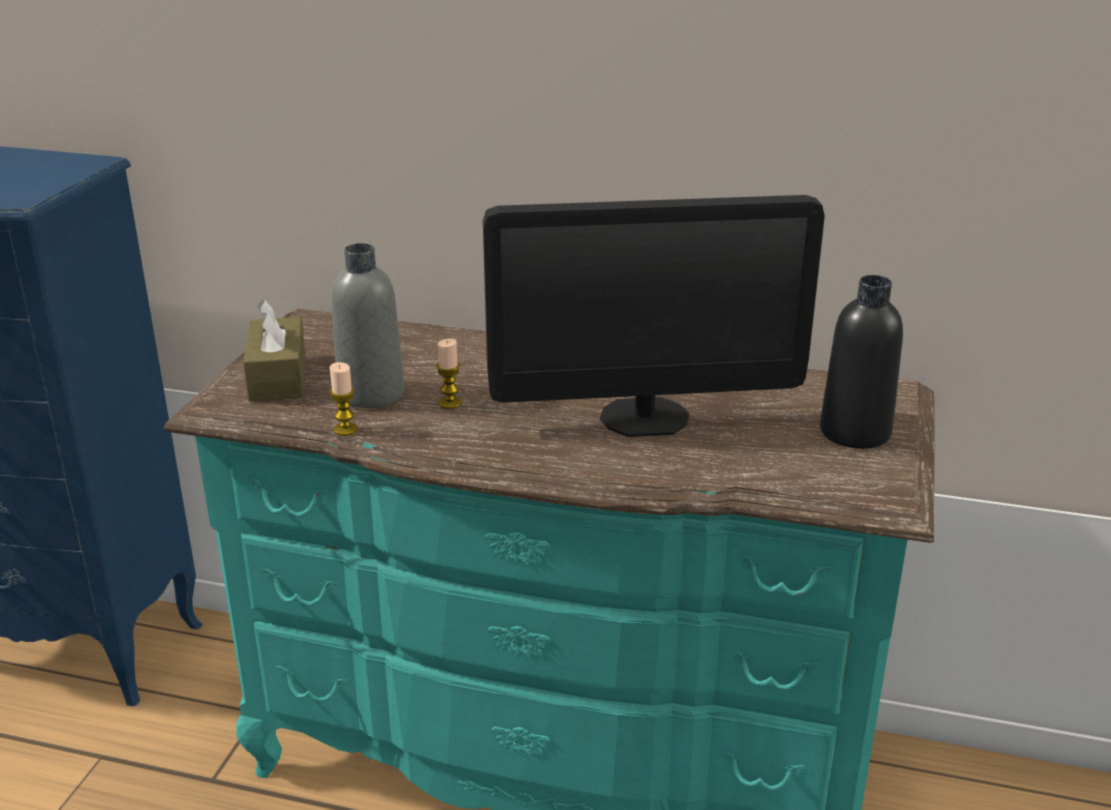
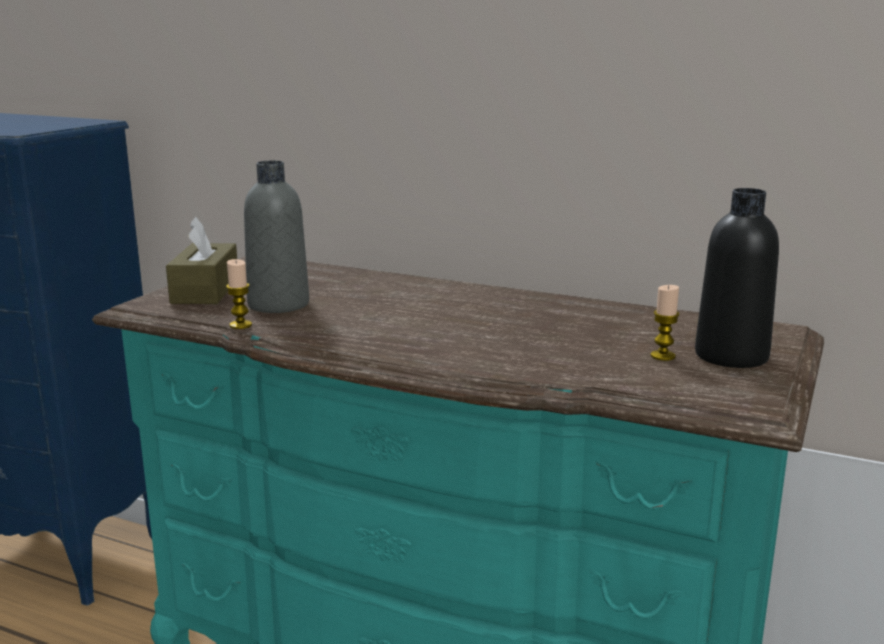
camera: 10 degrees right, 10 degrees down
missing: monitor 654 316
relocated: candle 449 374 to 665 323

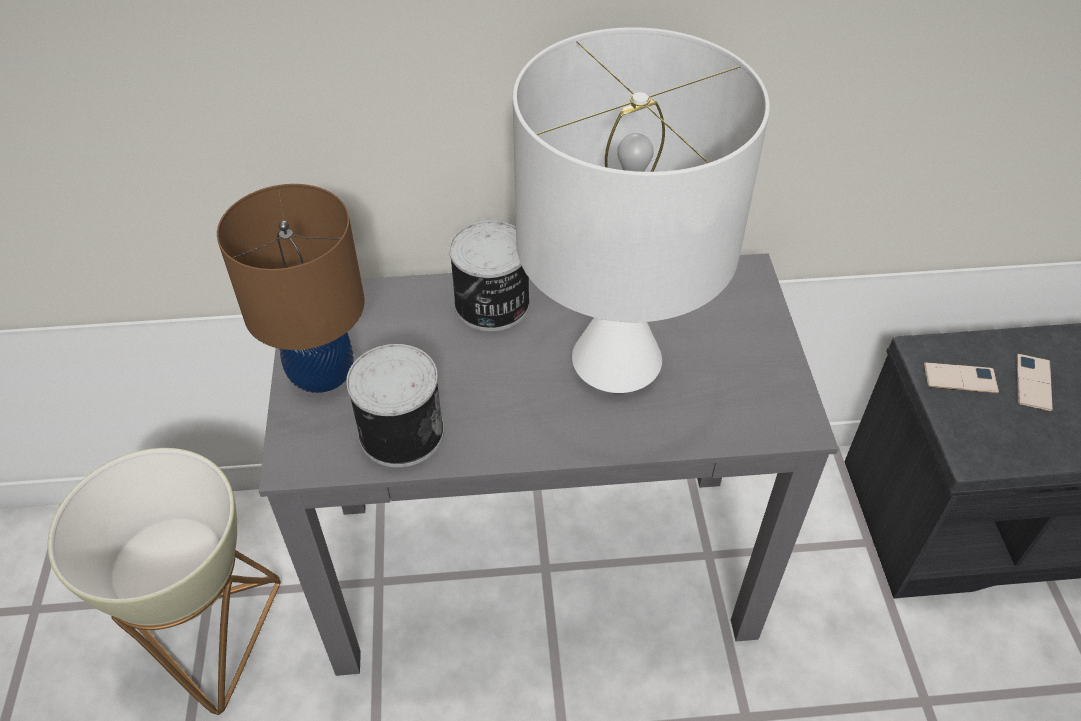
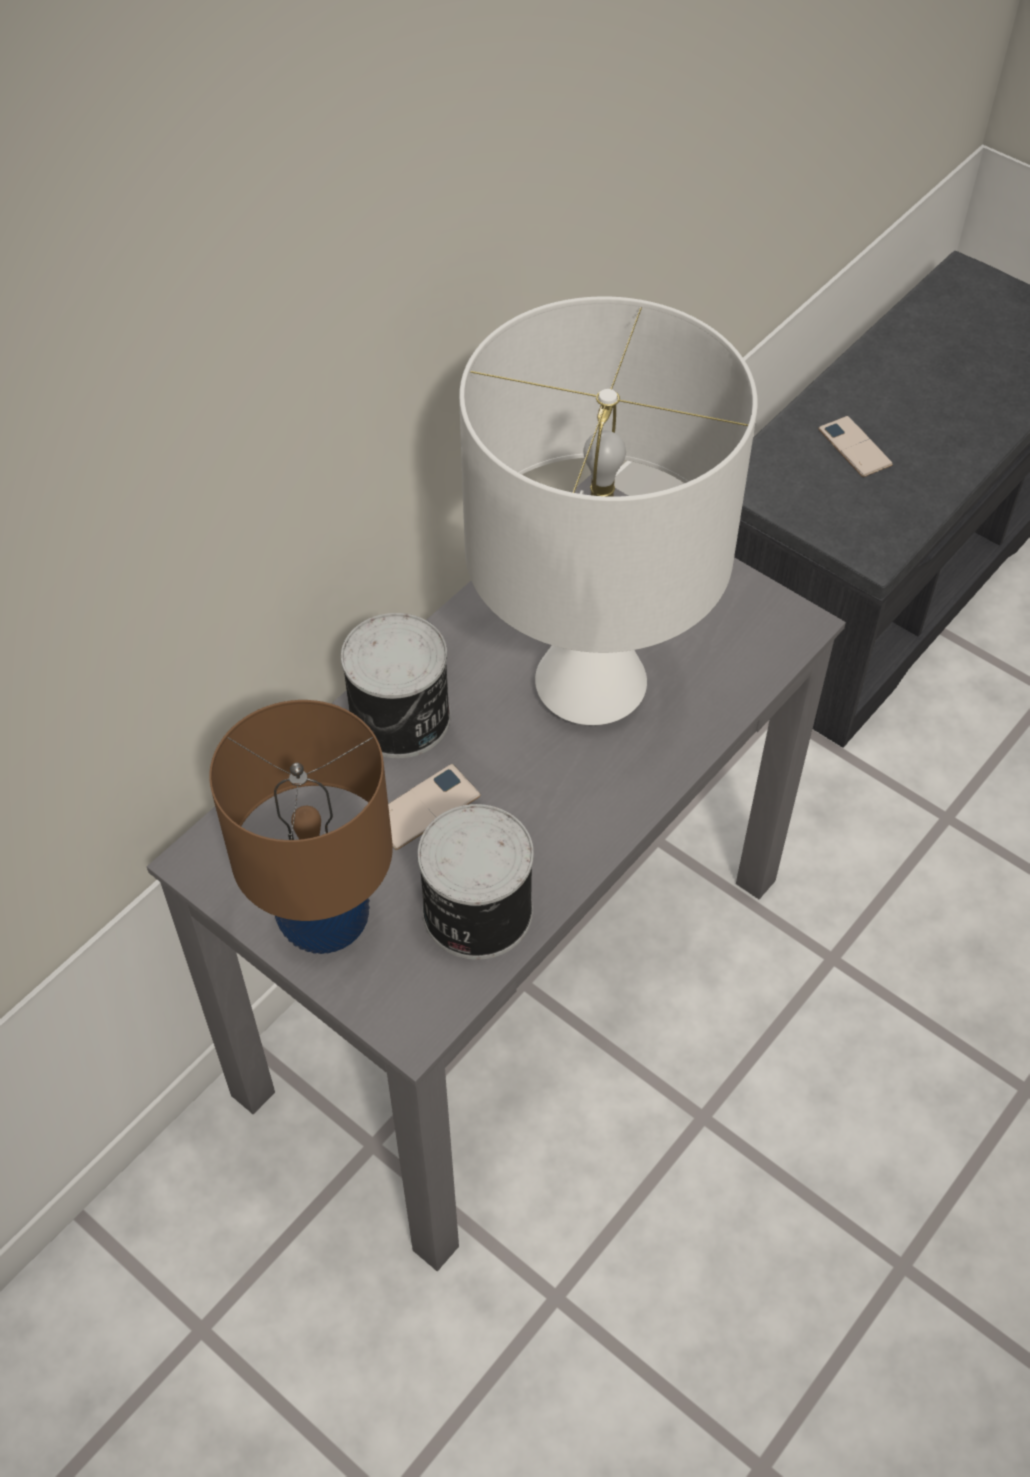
camera: 45 degrees left, 5 degrees up
missing: plant pot 164 581
relocated: handset 961 377 to 434 807

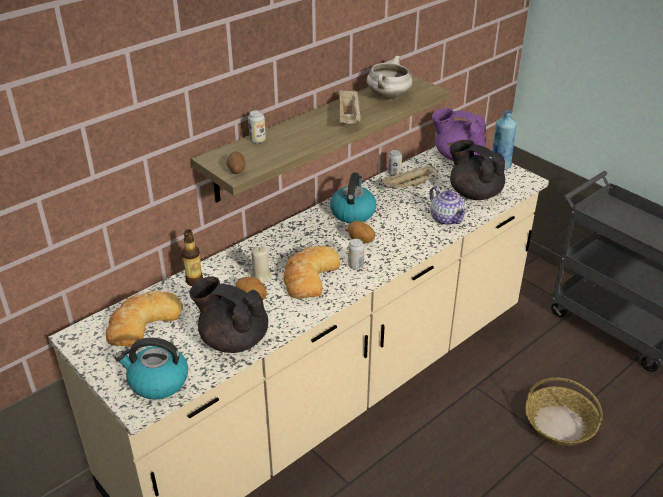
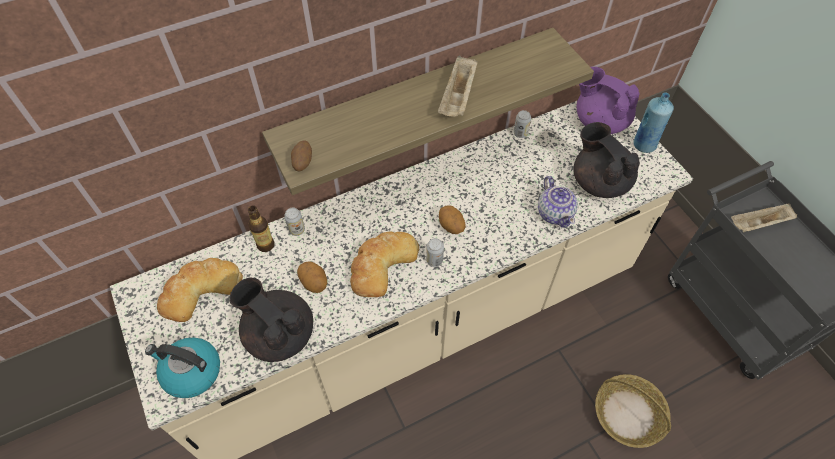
camera: 15 degrees right, 20 degrees up
missing: sand-coloured candle 261 265; water kettle 353 197; white stockpot 389 77
relocated: metal can 257 126 to 294 222; sand-coloured carrying tray 410 176 to 764 218

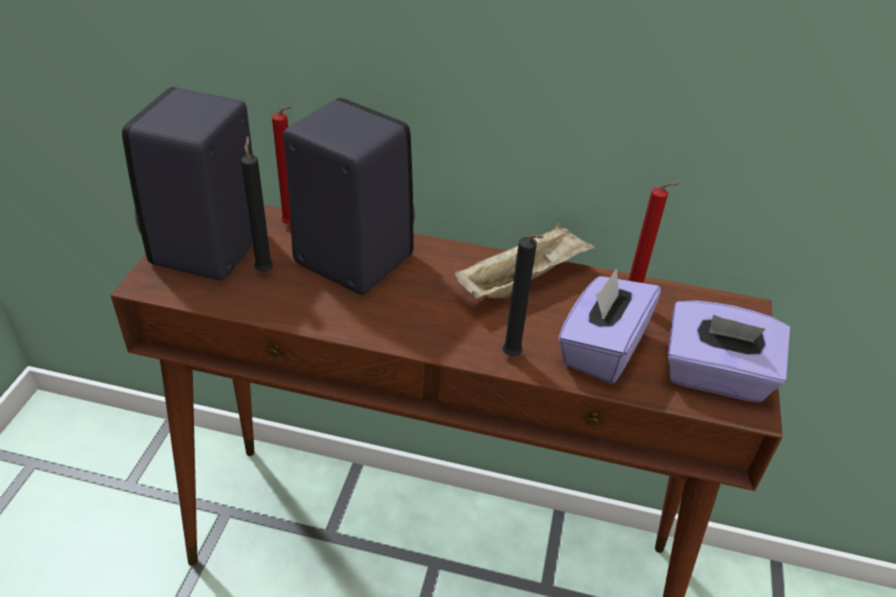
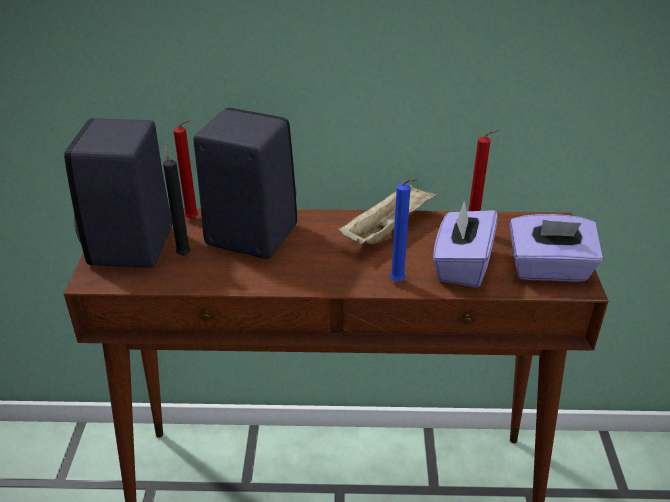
camera: 10 degrees left, 5 degrees down
colour: blackish candle 523 295 to blue candle 403 230

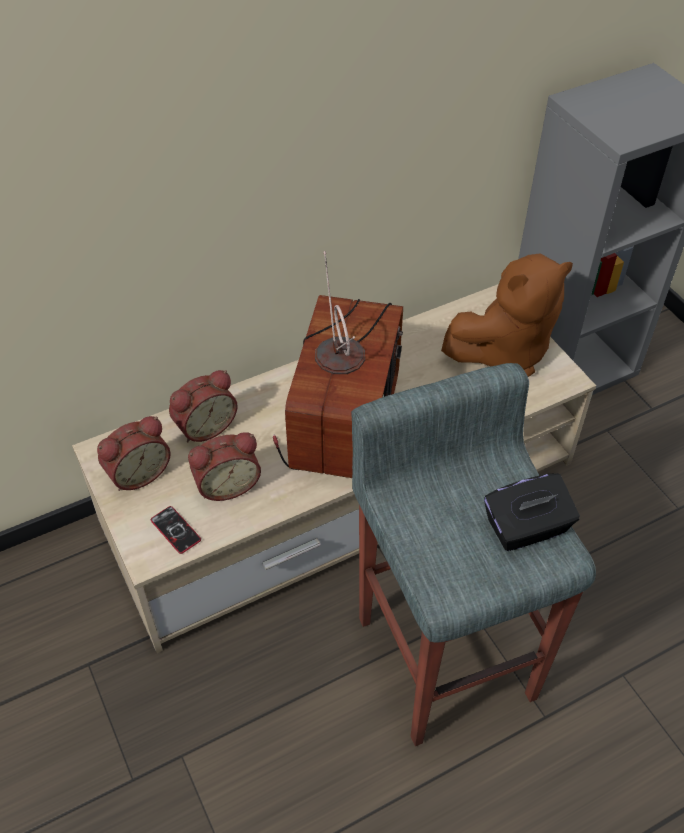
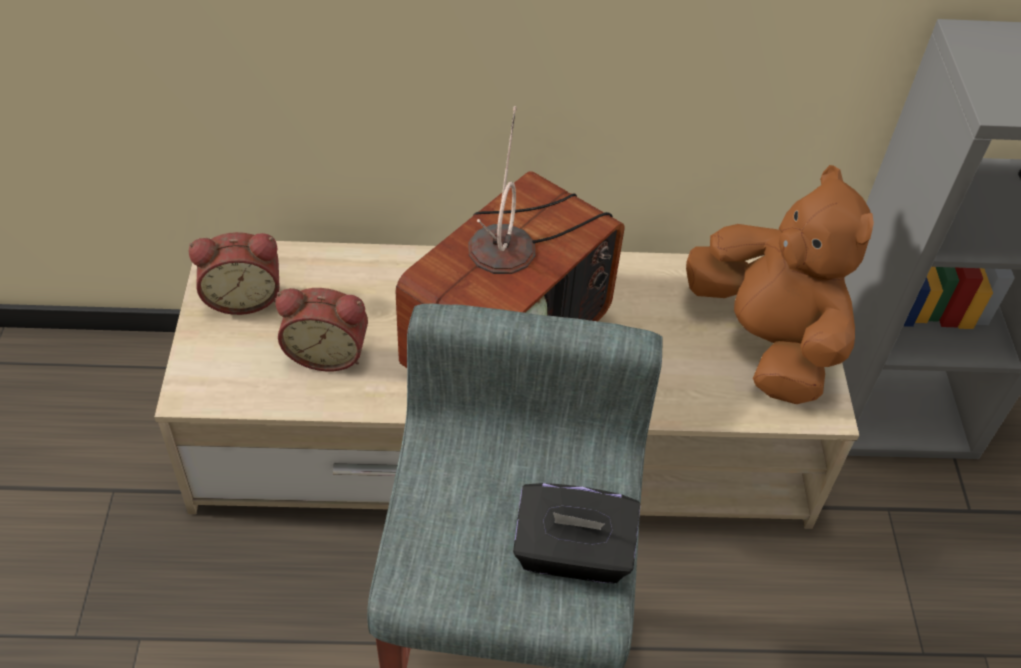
camera: 25 degrees right, 0 degrees up
missing: handset 176 530; table clock 203 406
spun: brown plush toy 507 315 = 780 284 120 degrees counterclockwise

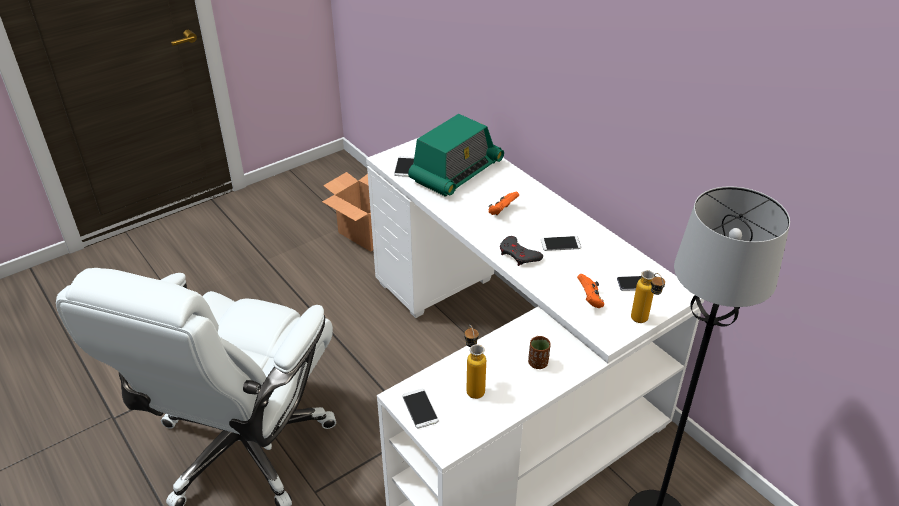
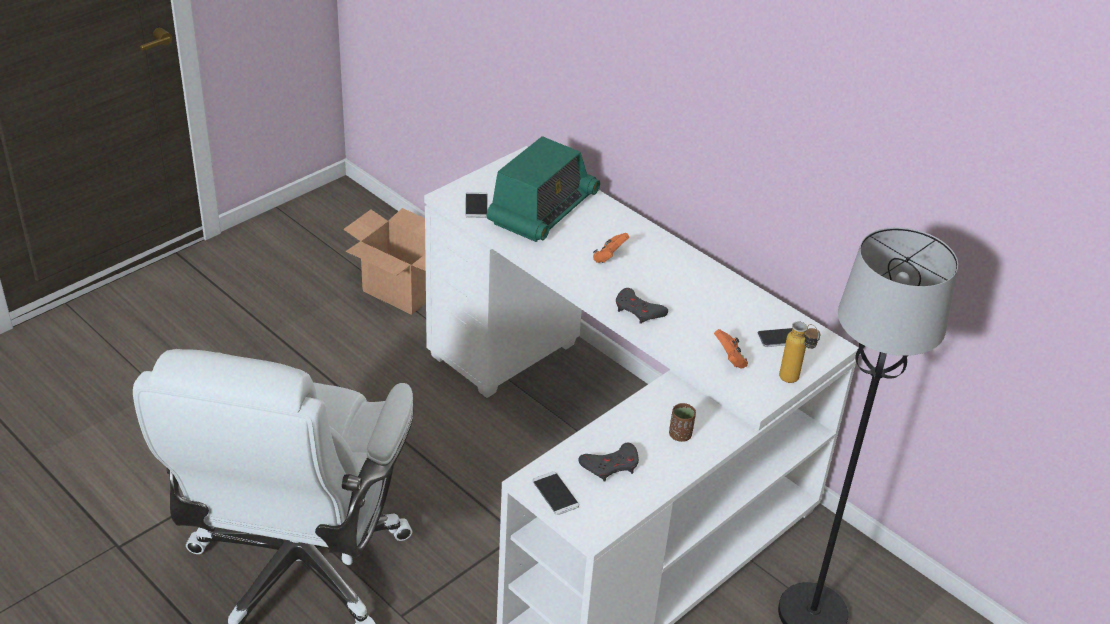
camera: 10 degrees left, 0 degrees up
missing: handset 561 243
exchanged: beverage bottle 475 362 to gray joypad 608 462

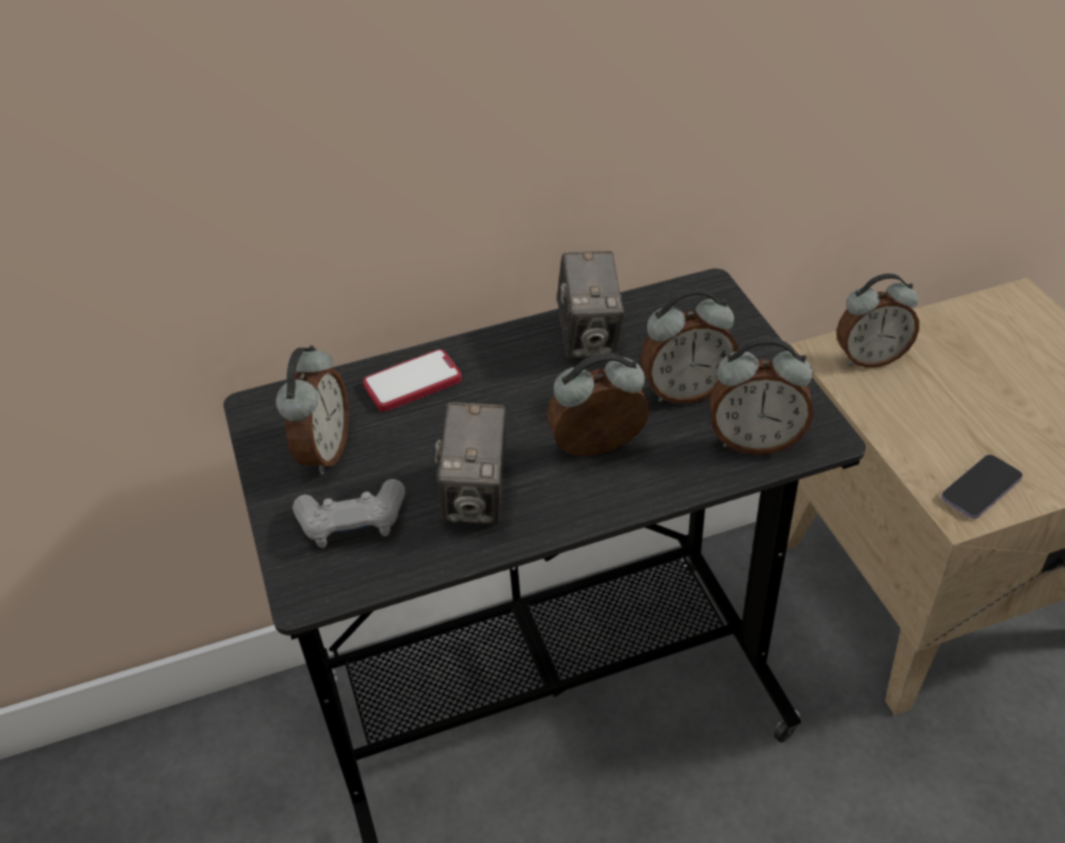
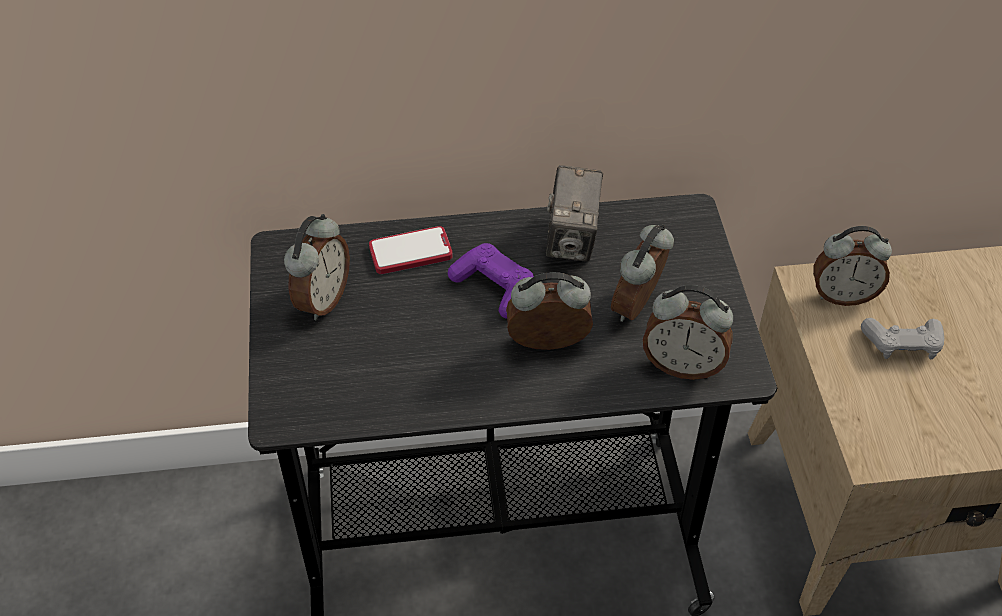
camera: 10 degrees right, 5 degrees up
missing: photo camera 470 463; handset 982 487
appeared: purple joypad 491 281
relocated: gray joypad 349 513 to 902 338
spun: table clock 689 346 = 642 273 120 degrees clockwise

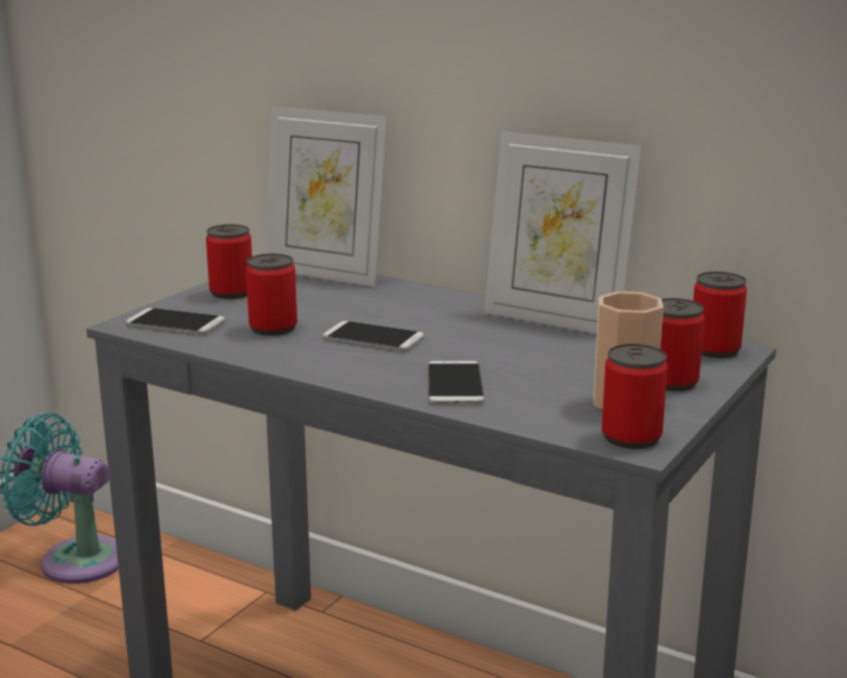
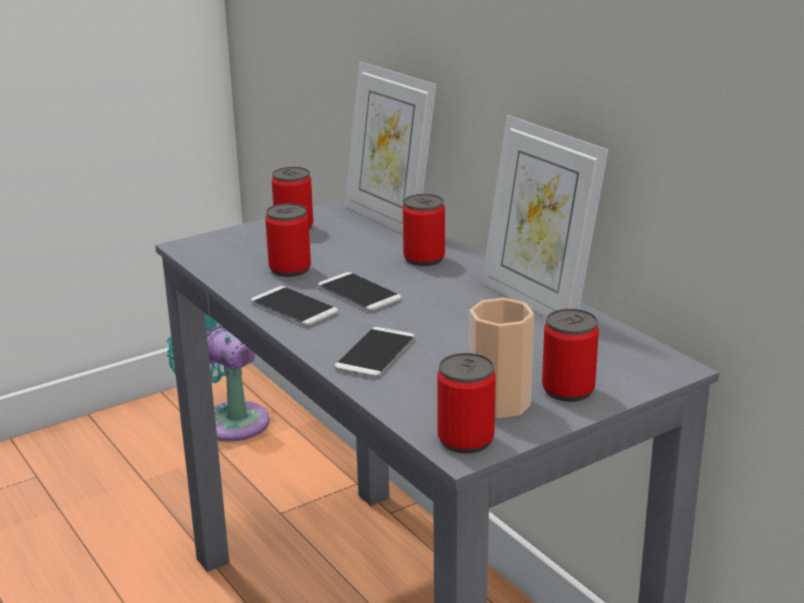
camera: 25 degrees right, 5 degrees up
relocated: handset 175 321 to 294 306; metal can 720 315 to 424 230

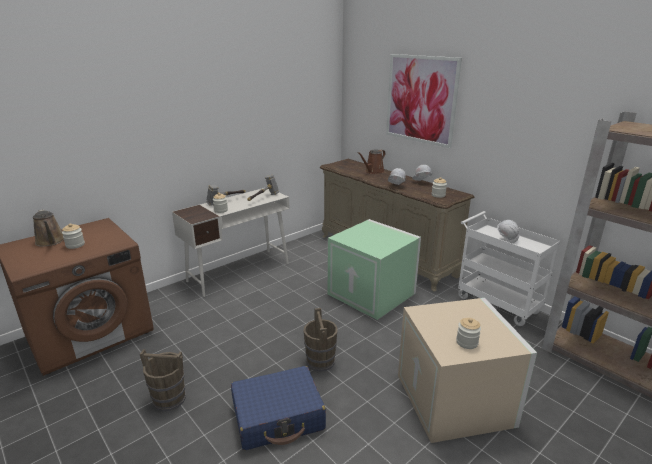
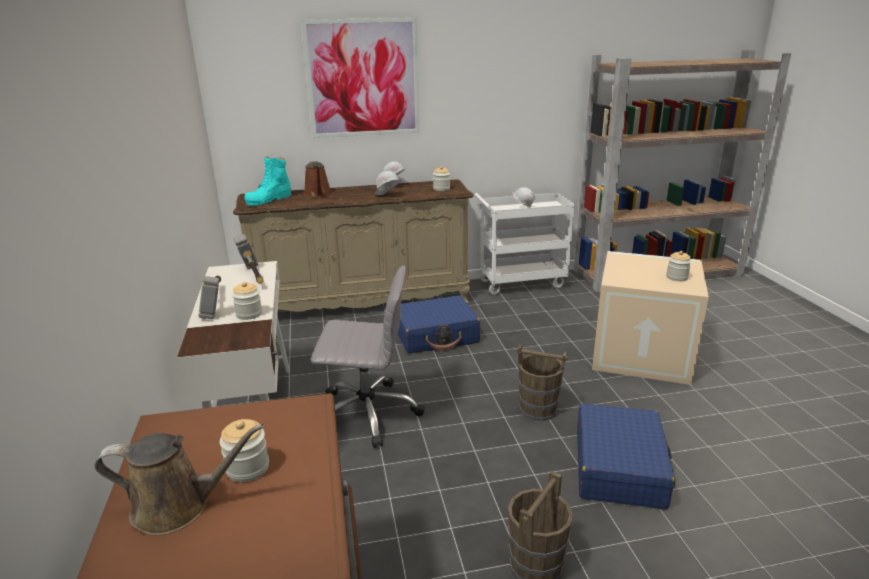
camera: 60 degrees left, 0 degrees up
appeared: turquoise tall boot 267 181; gray computer chair 368 357
exchanged: greenish storage box 374 269 to blue suitcase 439 325

